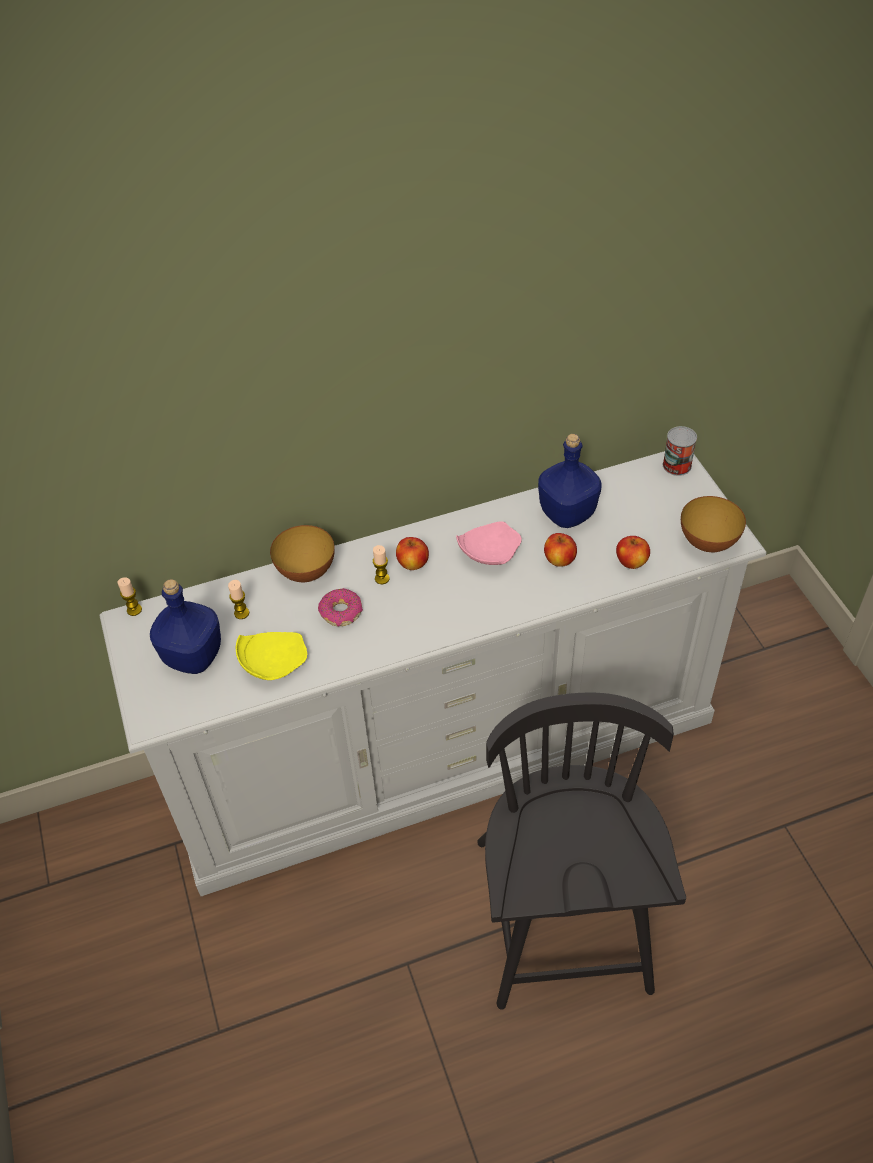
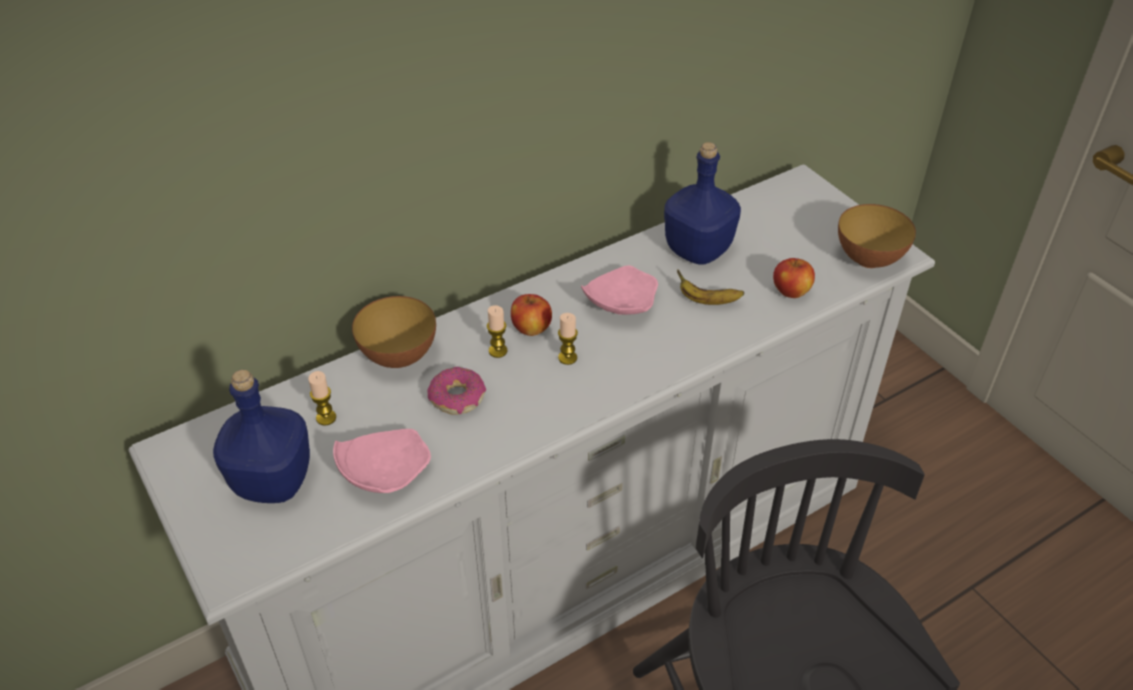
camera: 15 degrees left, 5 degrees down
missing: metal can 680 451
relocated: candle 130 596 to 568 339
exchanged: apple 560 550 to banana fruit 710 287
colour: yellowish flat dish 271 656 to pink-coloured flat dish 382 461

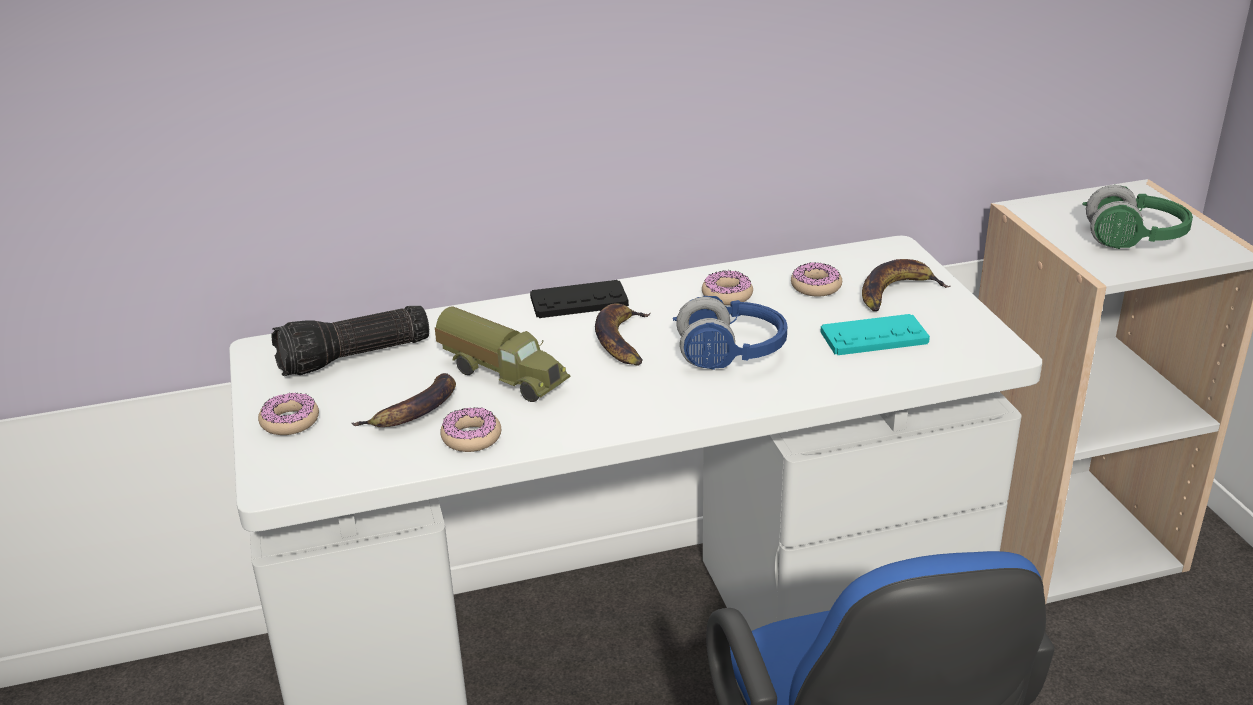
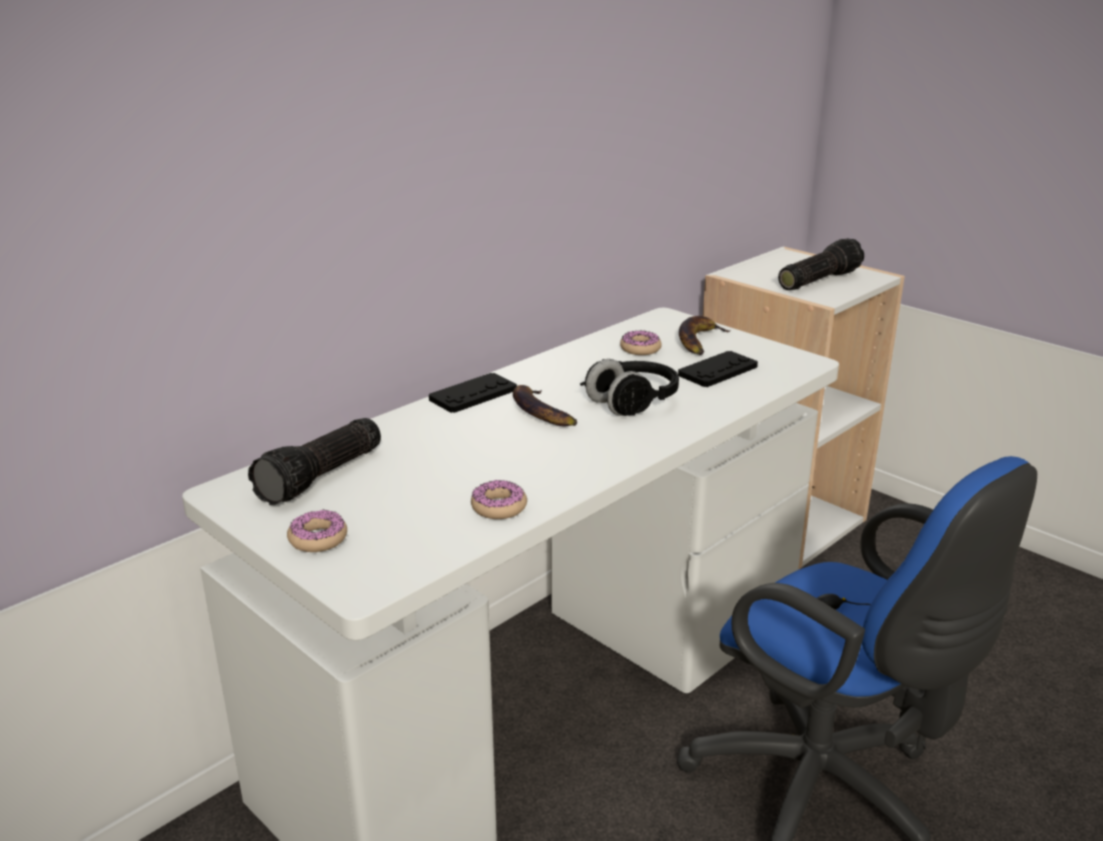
camera: 30 degrees left, 5 degrees down
missing: banana fruit 403 400; toy lorry 502 354; doughnut 727 287
exchanged: greenish headset 1138 217 to flashlight 821 264
colour: blue headset 730 333 to blackish headset 629 387; turquoise joypad 875 334 to blackish joypad 718 369

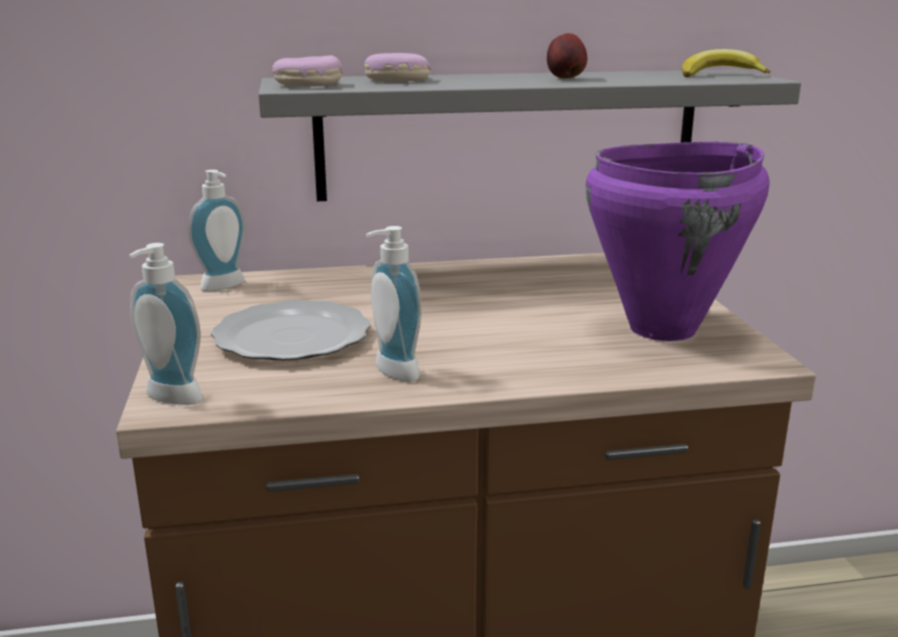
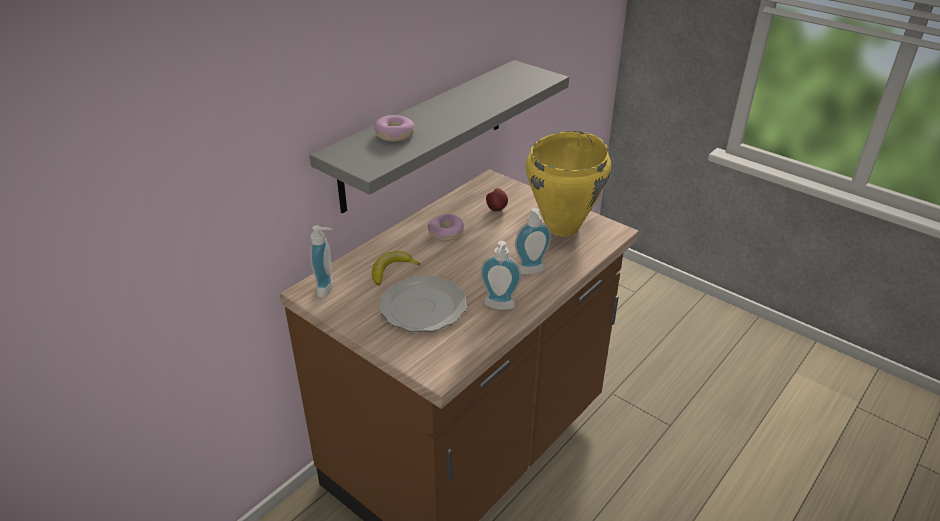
camera: 40 degrees left, 15 degrees up
relocated: soap dispenser 166 324 to 533 241; doughnut 307 70 to 445 227; apple 567 56 to 497 200; banana fruit 726 63 to 396 268
colour: purple stockpot 677 241 to yellowish stockpot 568 183

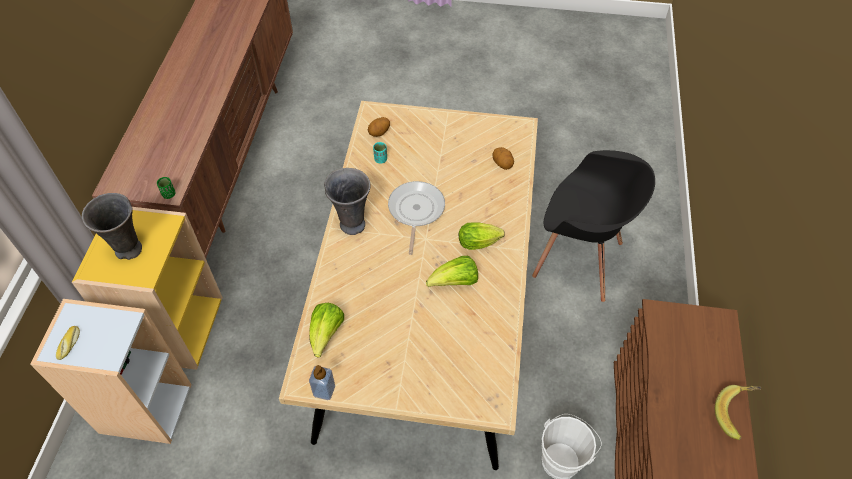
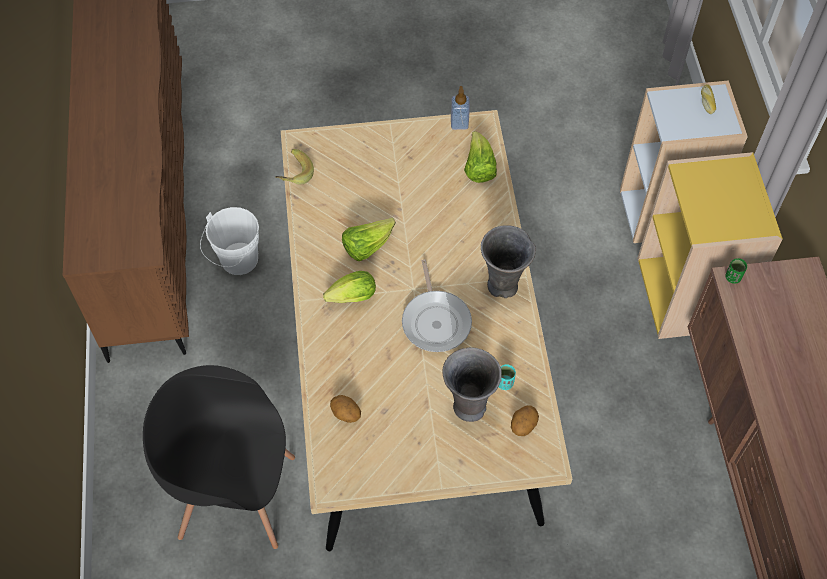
camera: 165 degrees right, 5 degrees up
relocated: gray flower vase 112 226 to 472 384; banana fruit 738 412 to 294 166

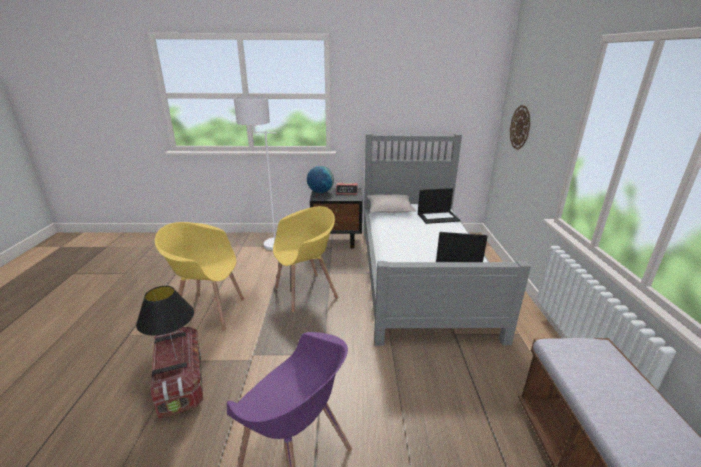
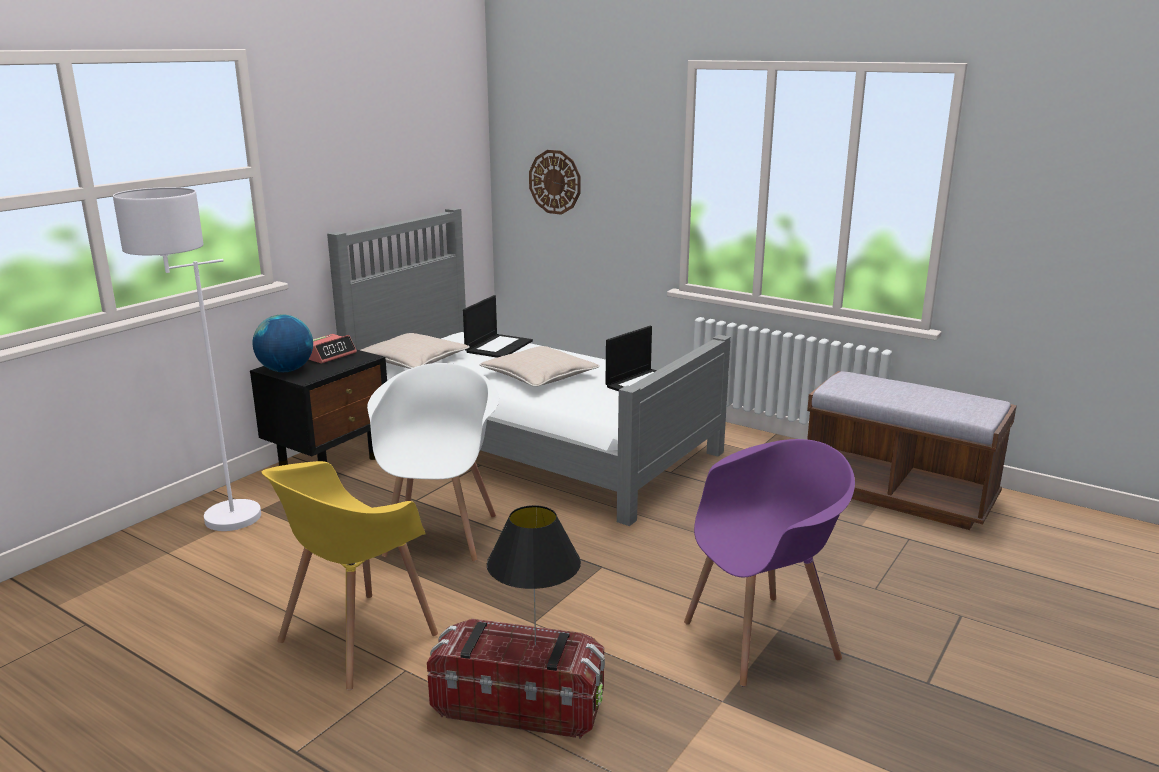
camera: 55 degrees left, 5 degrees down
appeared: sand-coloured cushion 539 366
colour: yellowish upright chair 305 259 to white upright chair 433 462

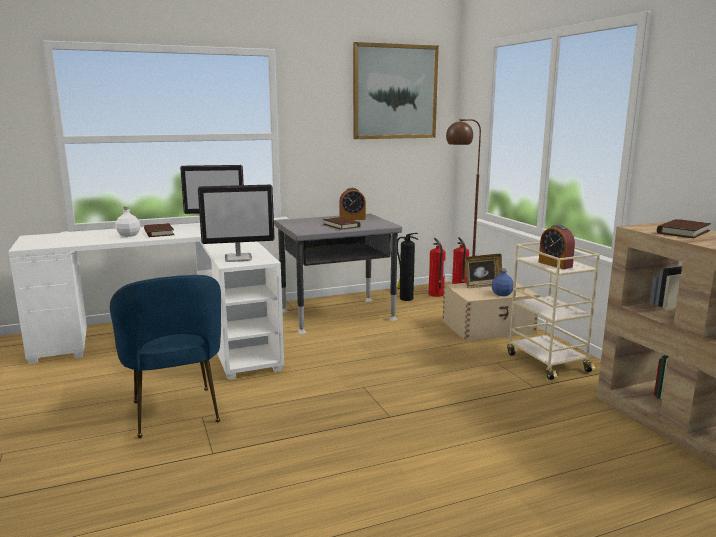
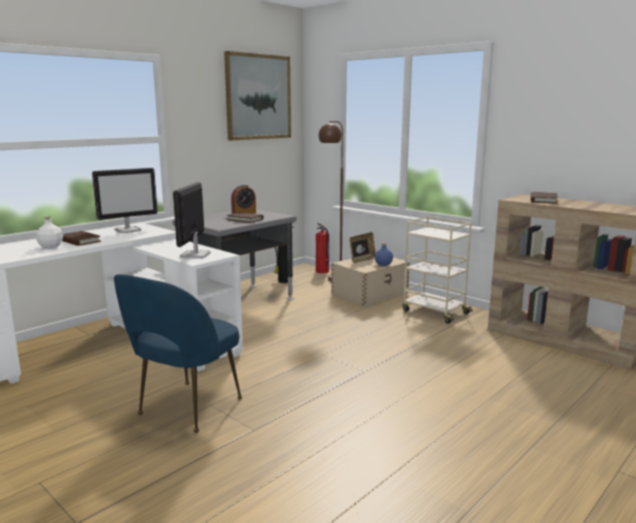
camera: 25 degrees left, 0 degrees up
missing: fire extinguisher 437 267; table clock 557 247
spun: blue upright chair 165 356 = 178 353 75 degrees clockwise; monitor 236 223 = 191 220 135 degrees clockwise

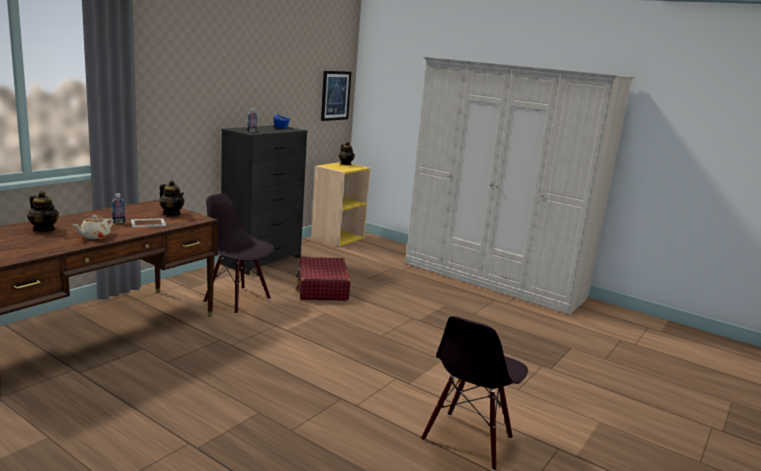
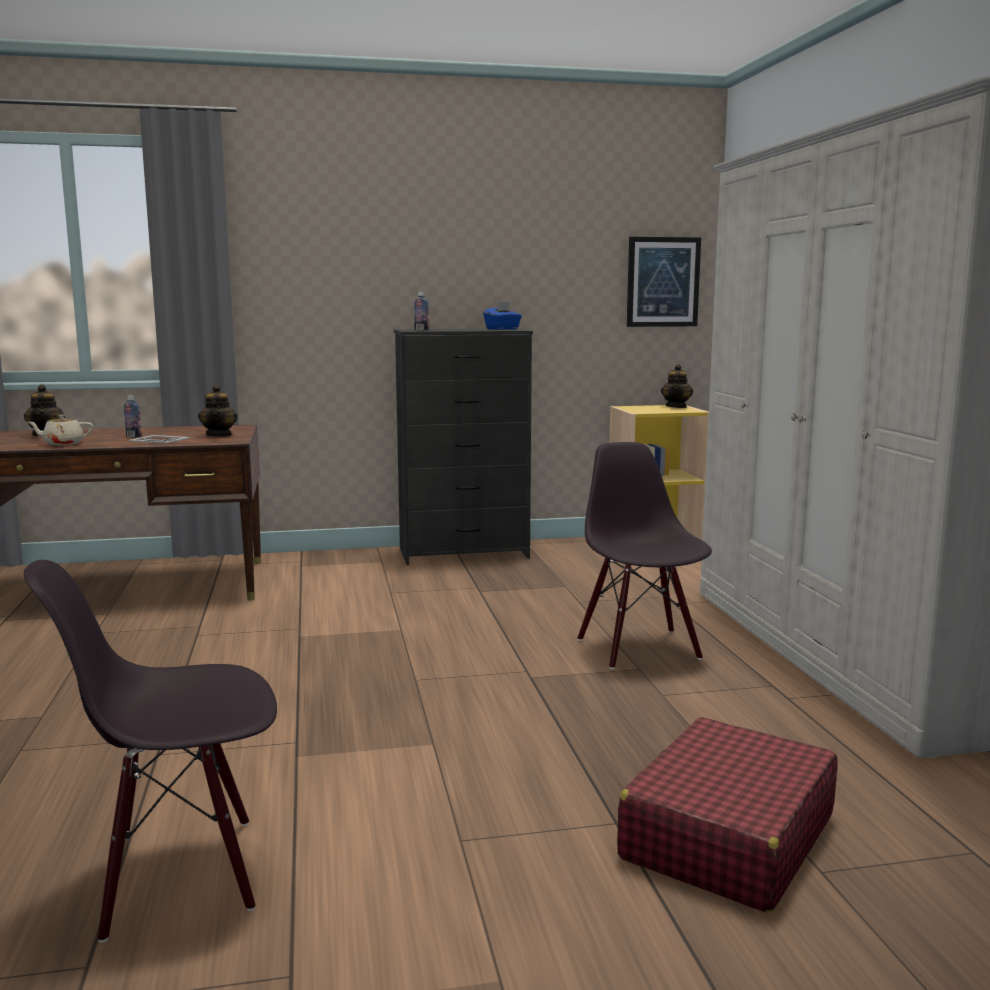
camera: 45 degrees right, 5 degrees down
relocated: blackish upright chair 239 254 to 644 555; red suitcase 323 279 to 727 815

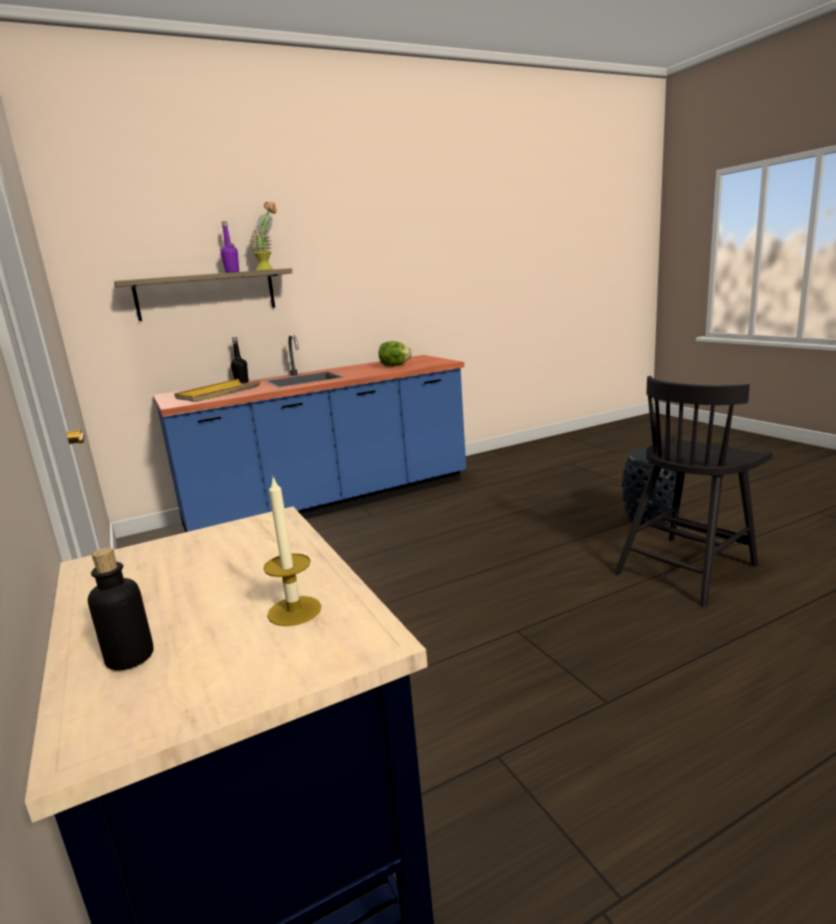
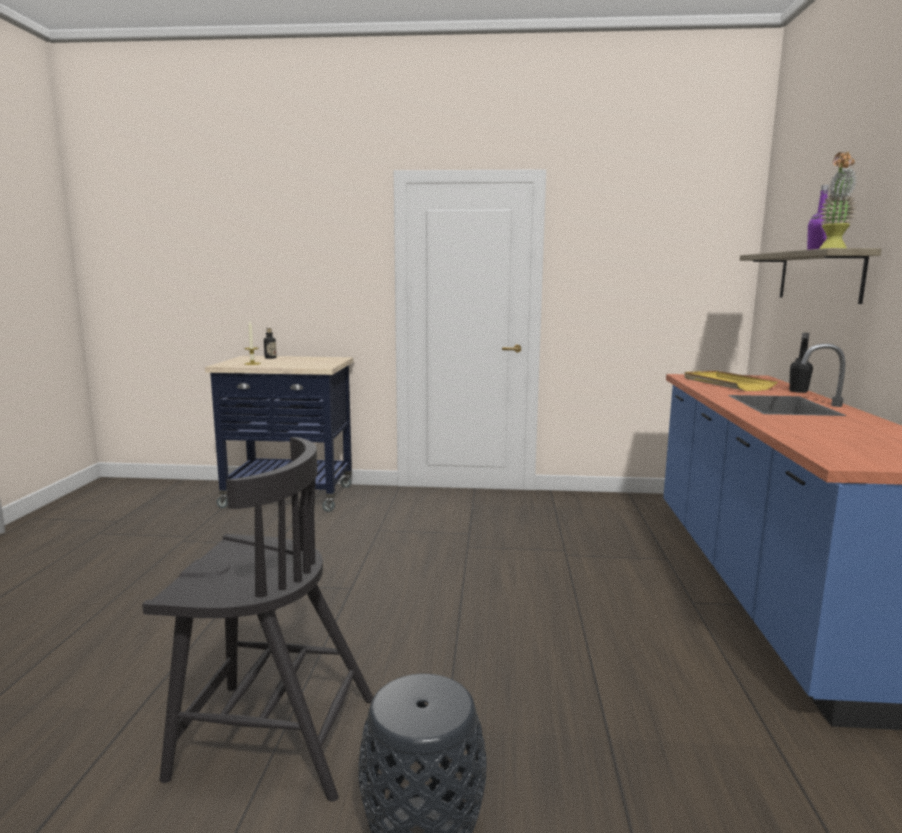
camera: 120 degrees right, 5 degrees down
missing: lettuce head 395 353
spun: blackish upright chair 694 491 = 258 619 105 degrees clockwise

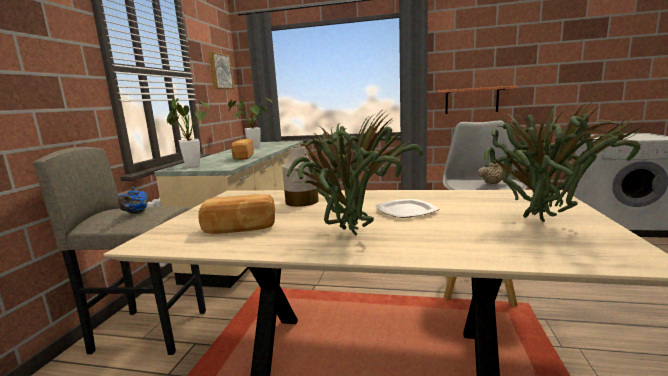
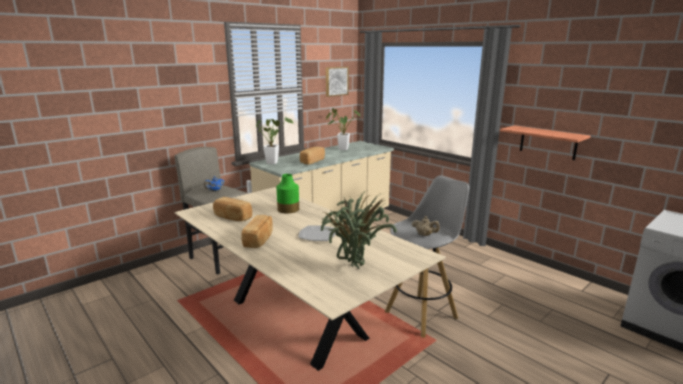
camera: 35 degrees right, 5 degrees up
exchanged: plant in a pot 355 173 to bread 257 231
colour: sand-coloured flower vase 300 176 to greenish flower vase 287 193

